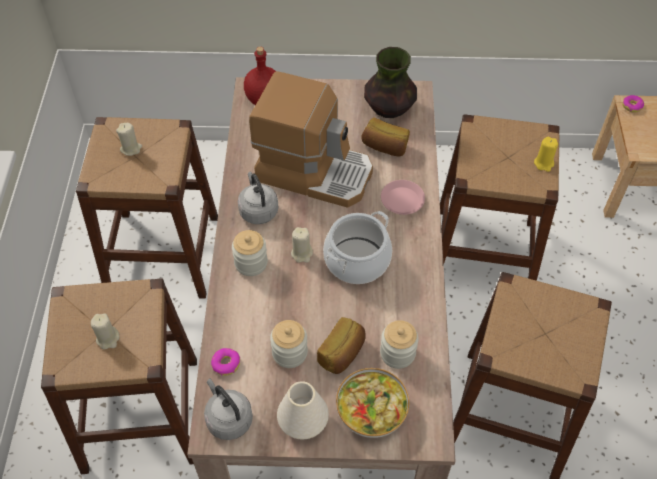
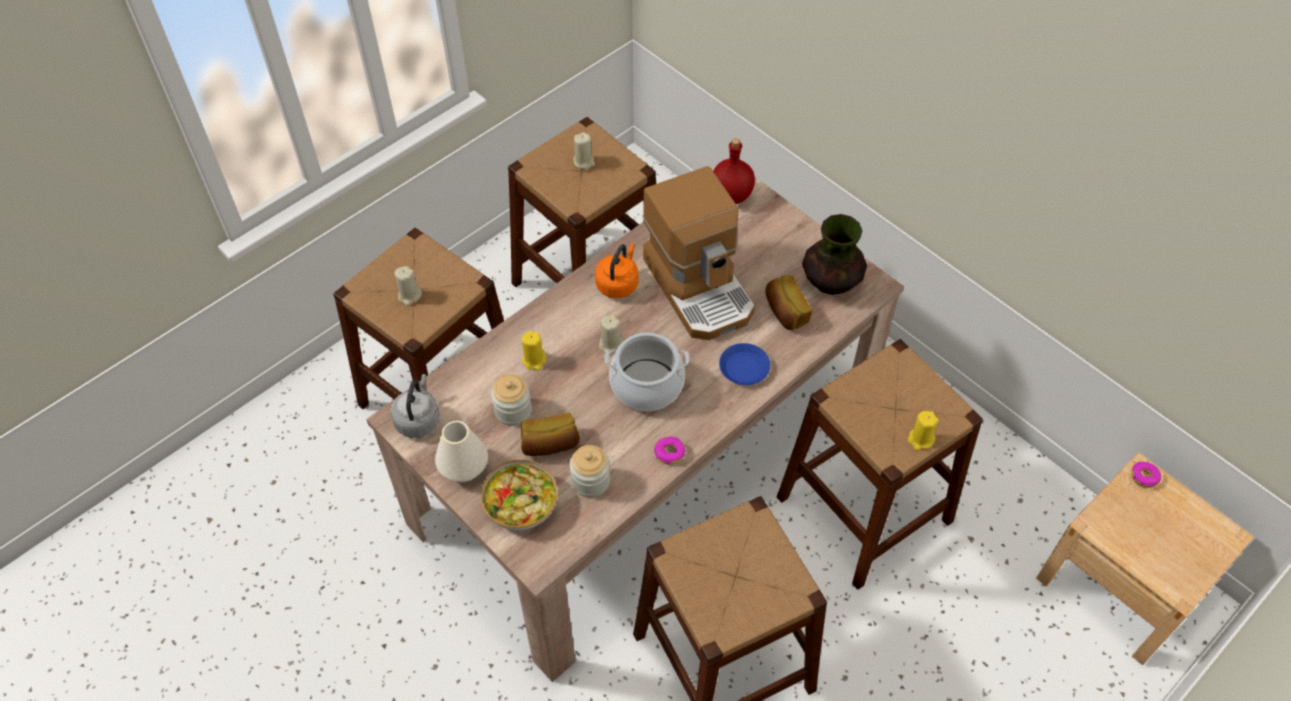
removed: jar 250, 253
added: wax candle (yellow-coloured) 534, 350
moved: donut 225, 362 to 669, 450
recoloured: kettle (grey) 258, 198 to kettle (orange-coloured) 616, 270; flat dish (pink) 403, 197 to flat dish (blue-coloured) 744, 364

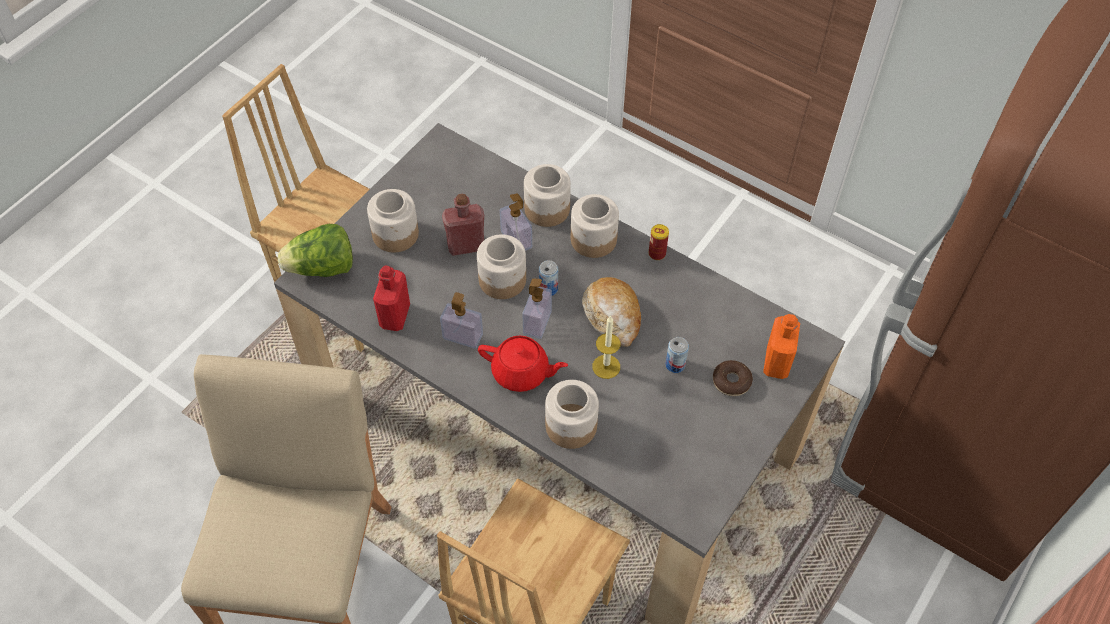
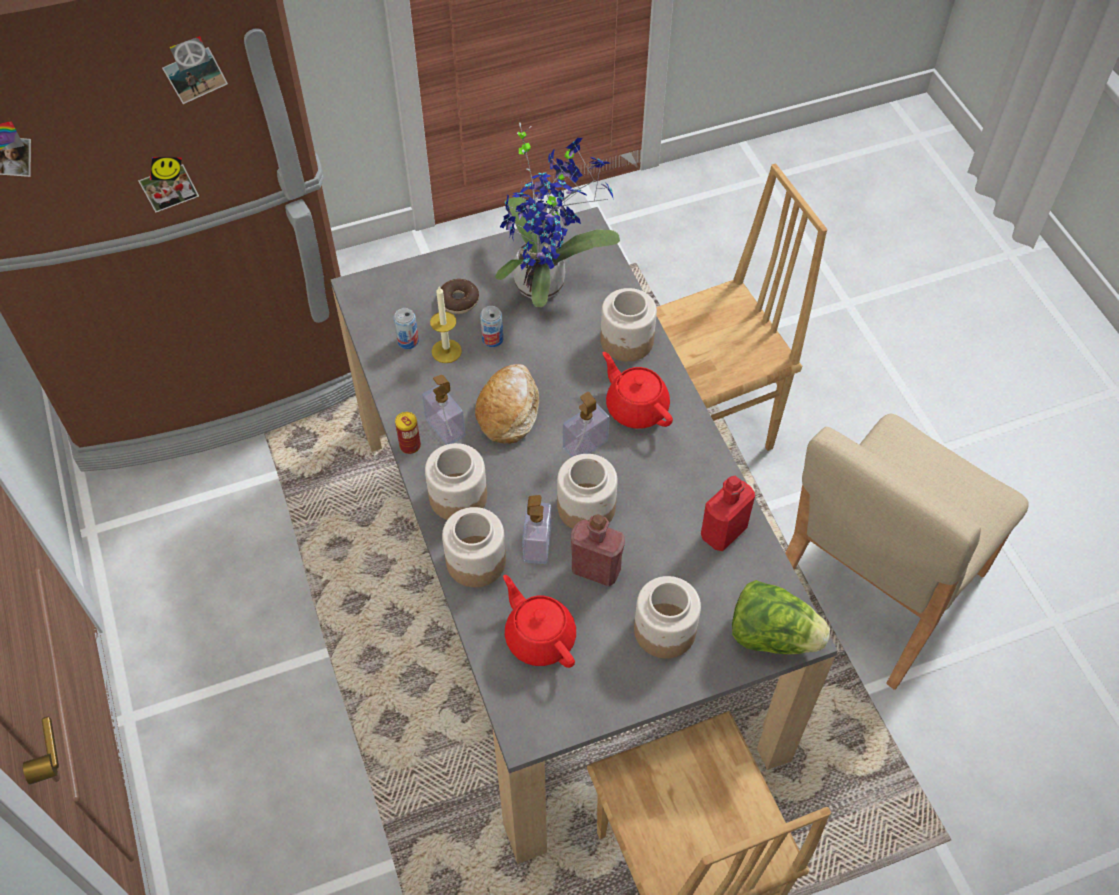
removed: beverage bottle (orange-coloured) 781, 346
added: plant in a pot 557, 214; teapot (reddish) 539, 621
moved: sealed can 548, 278 to 406, 328; soap bottle 461, 320 to 444, 410; wax candle 606, 347 to 446, 325

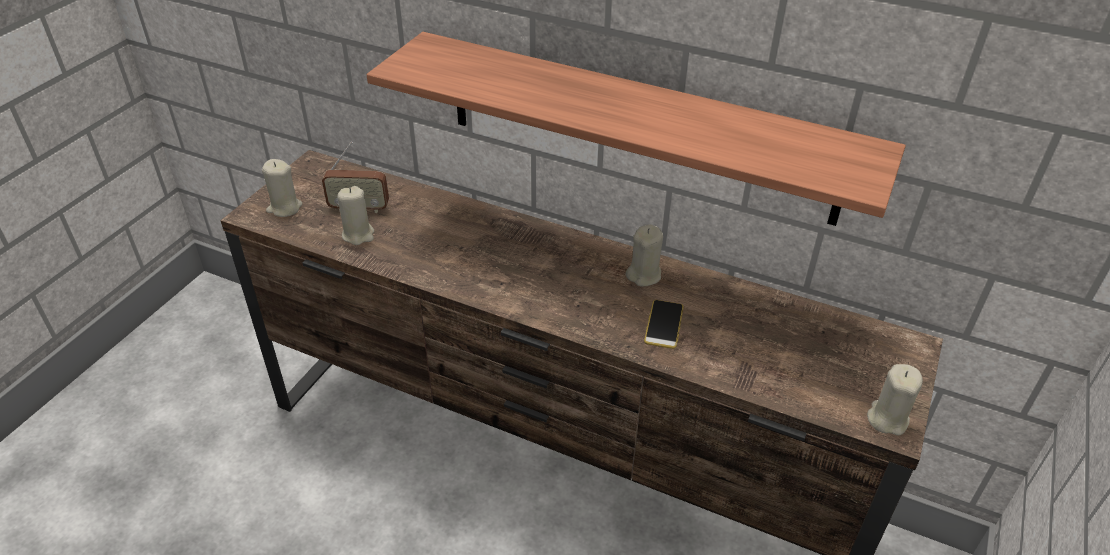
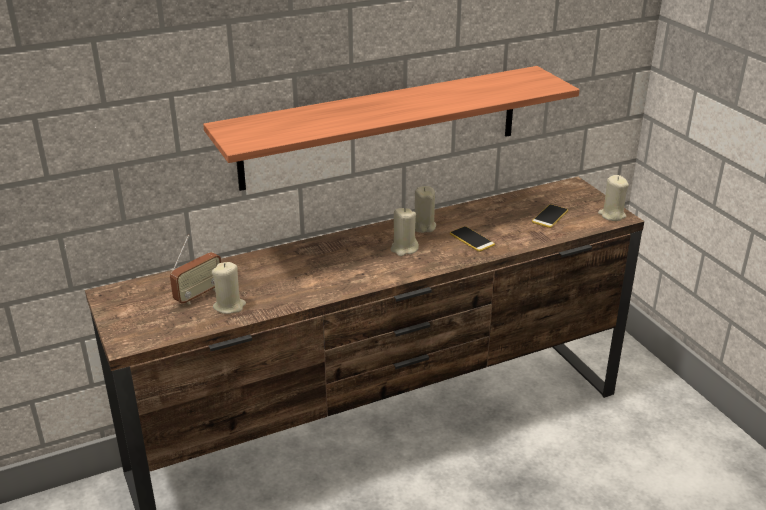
added: handset 550, 216
moved: wax candle (beige) 282, 188 to 405, 232

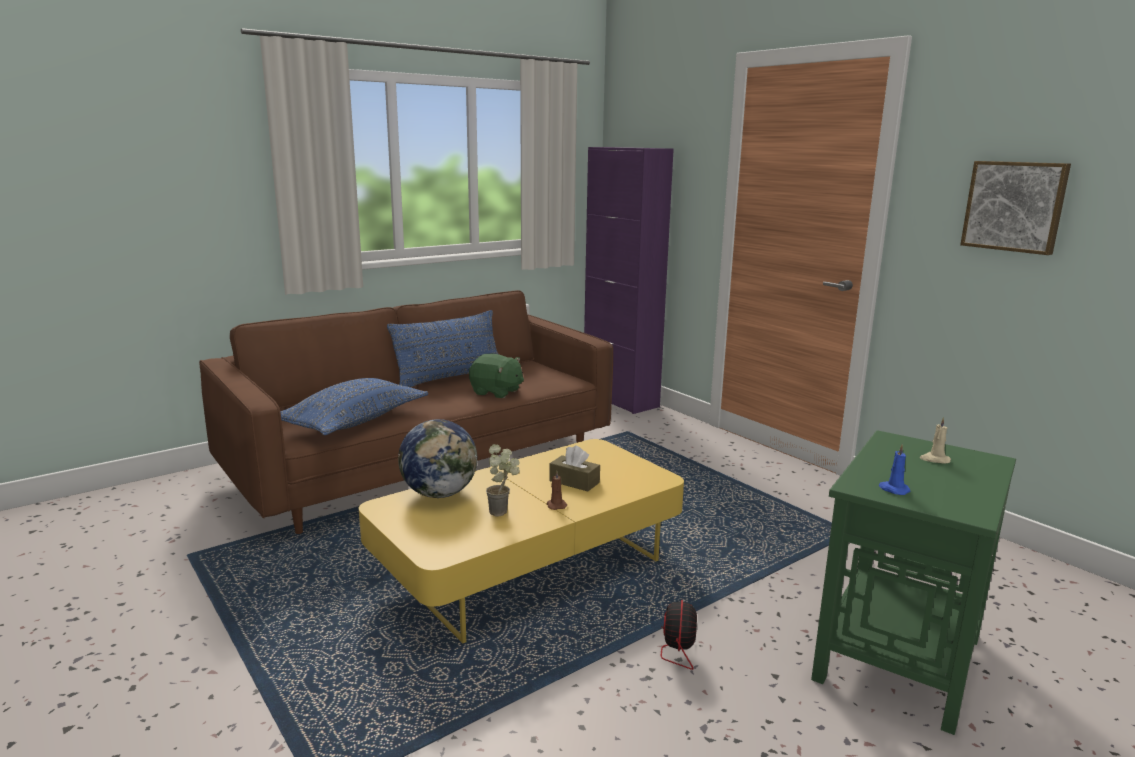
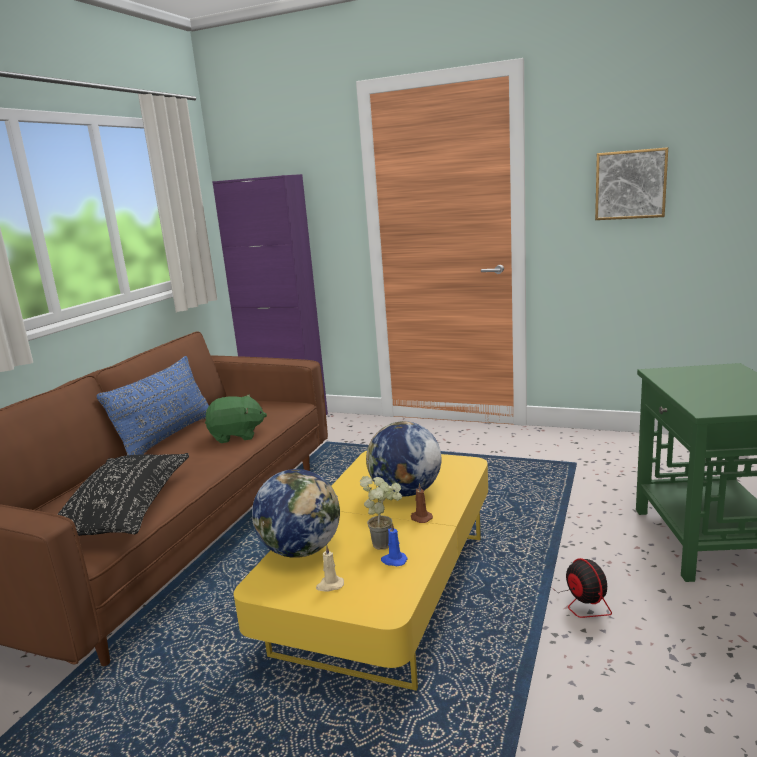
moved: wax candle (beige) 935, 440 to 330, 568; wax candle (blue-coloured) 895, 469 to 394, 544
replaced: tissue box (brown) 574, 468 to world globe 403, 459
recoloured: cushion (blue-coloured) 354, 406 to cushion (blackish) 123, 494

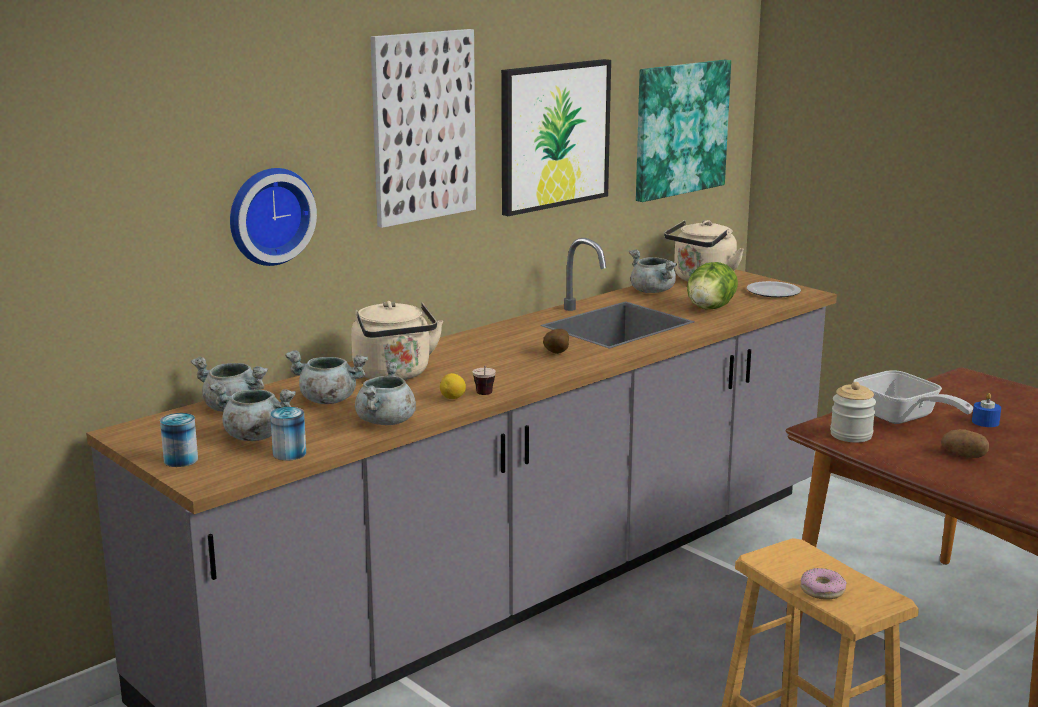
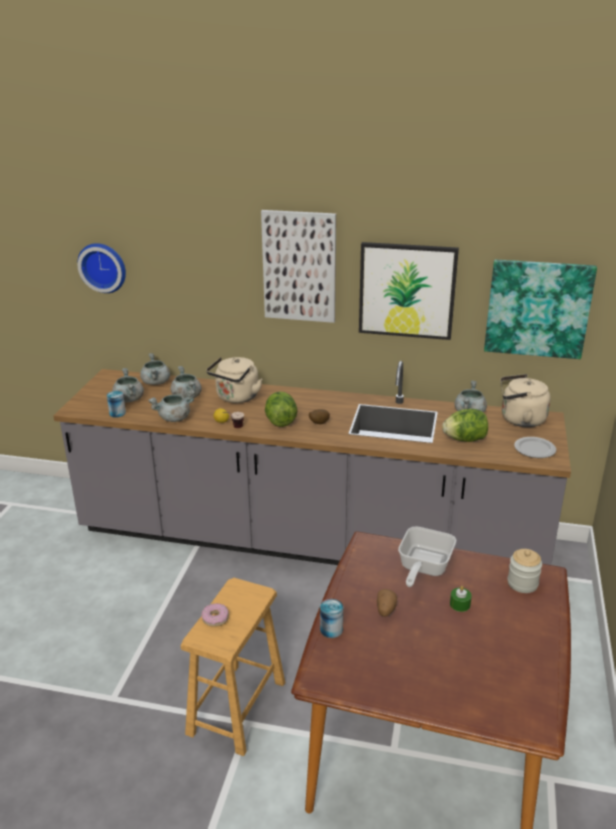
added: head of lettuce 281, 409
moved: hanging clock 273, 217 to 101, 268; sealed can 179, 440 to 331, 618; jar 853, 412 to 524, 571
recoloured: wax candle (blue-coloured) 986, 410 to wax candle (greenish) 461, 599

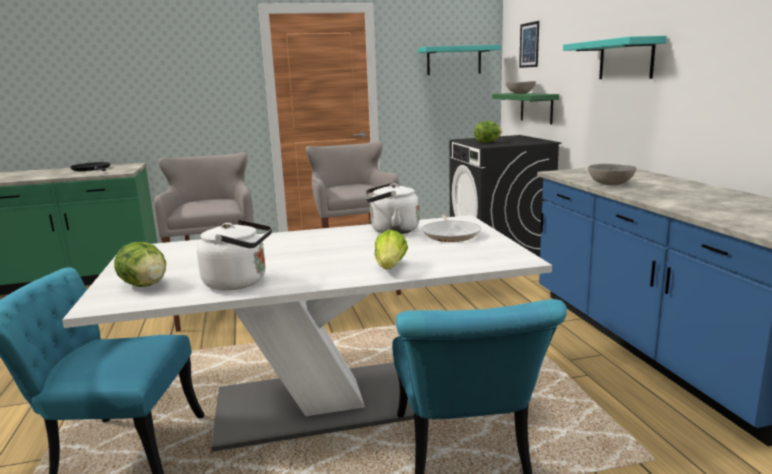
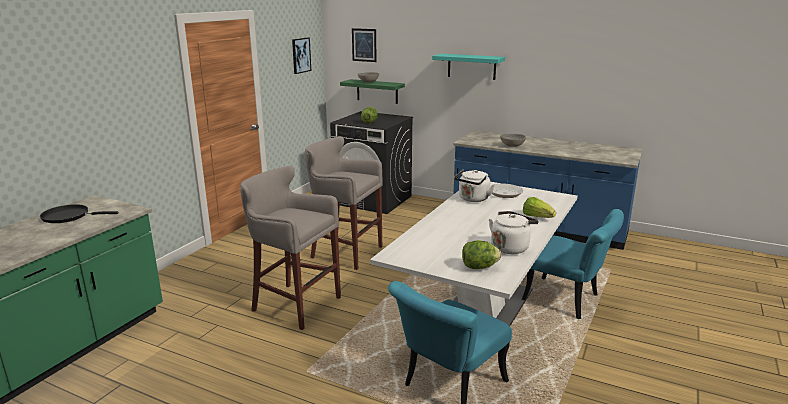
replaced: bracket shelf (blue-green) 459, 60 to wall picture 301, 55

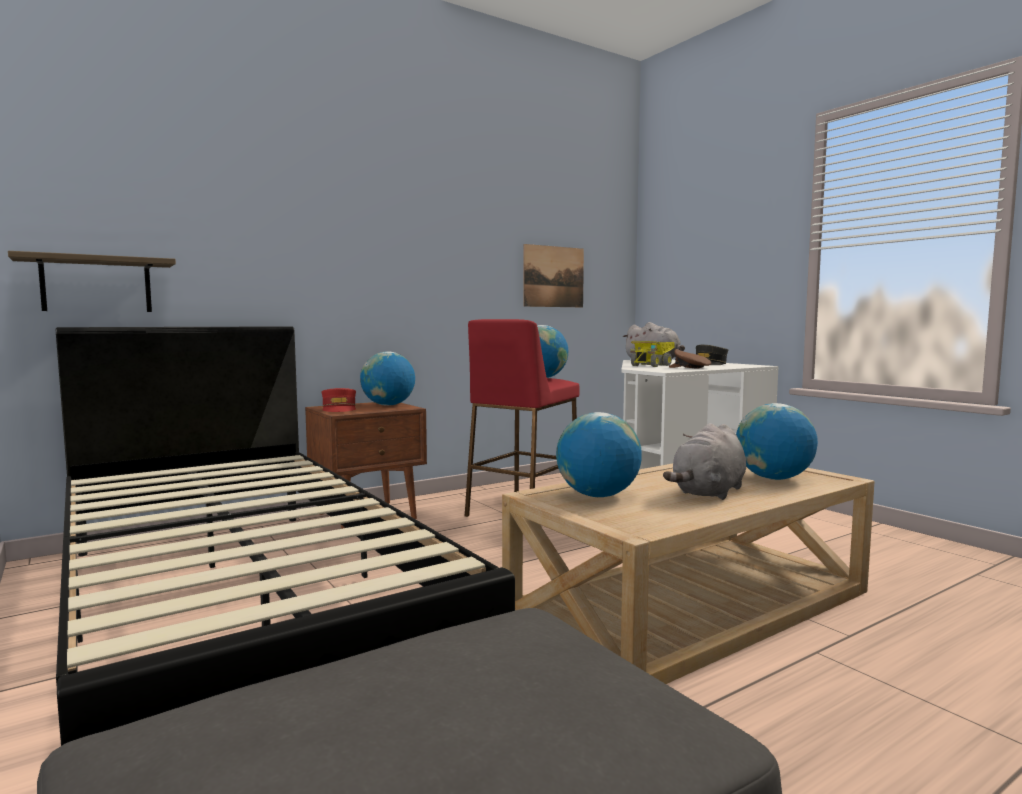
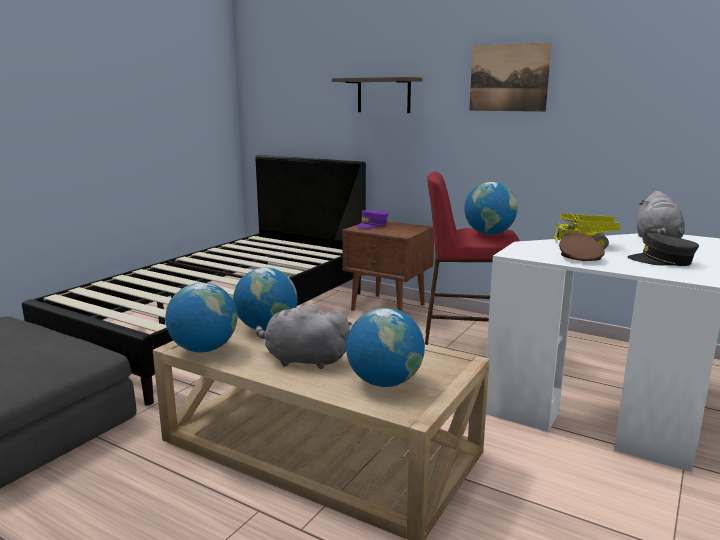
moved: world globe 387, 379 to 201, 318; bracket shelf 92, 281 to 377, 95; wall picture 553, 275 to 510, 77
recoloured: peaked cap (reddish) 339, 400 to peaked cap (purple) 371, 219

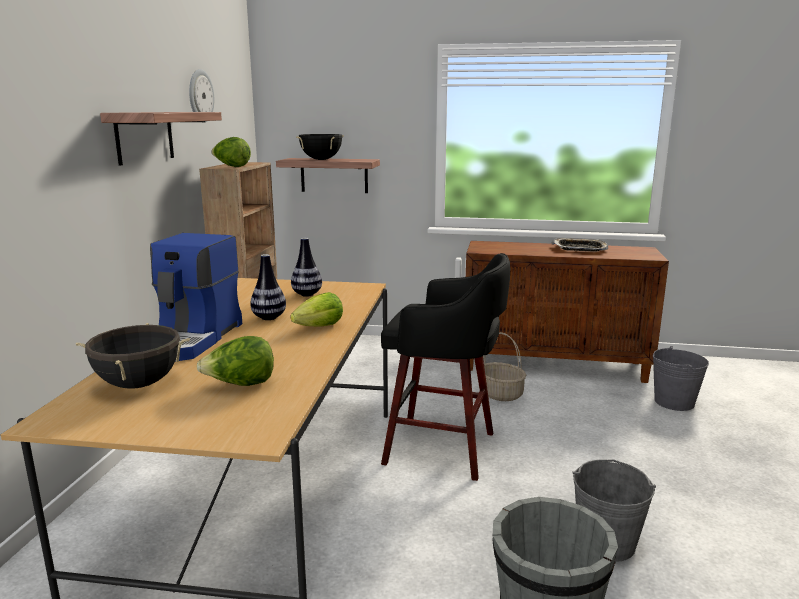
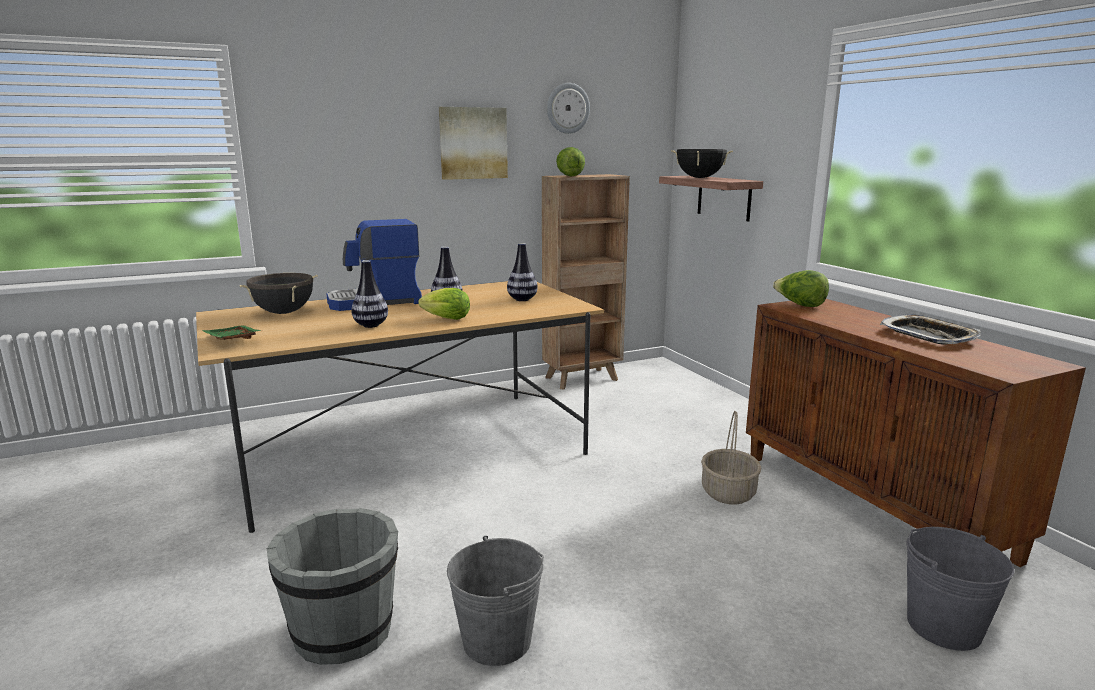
removed: sitting stool (blackish) 445, 367
added: carrying tray (greenish) 232, 332; vase 369, 294
moved: head of lettuce 235, 361 to 801, 288
replaced: bracket shelf 161, 138 to wall picture 473, 143

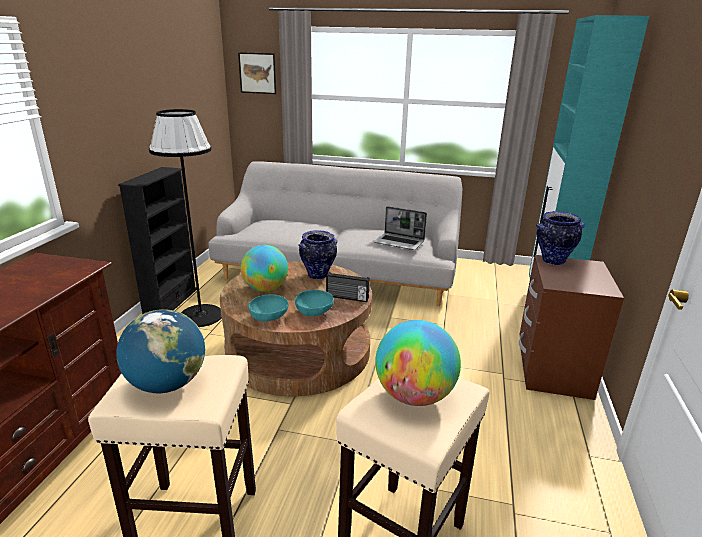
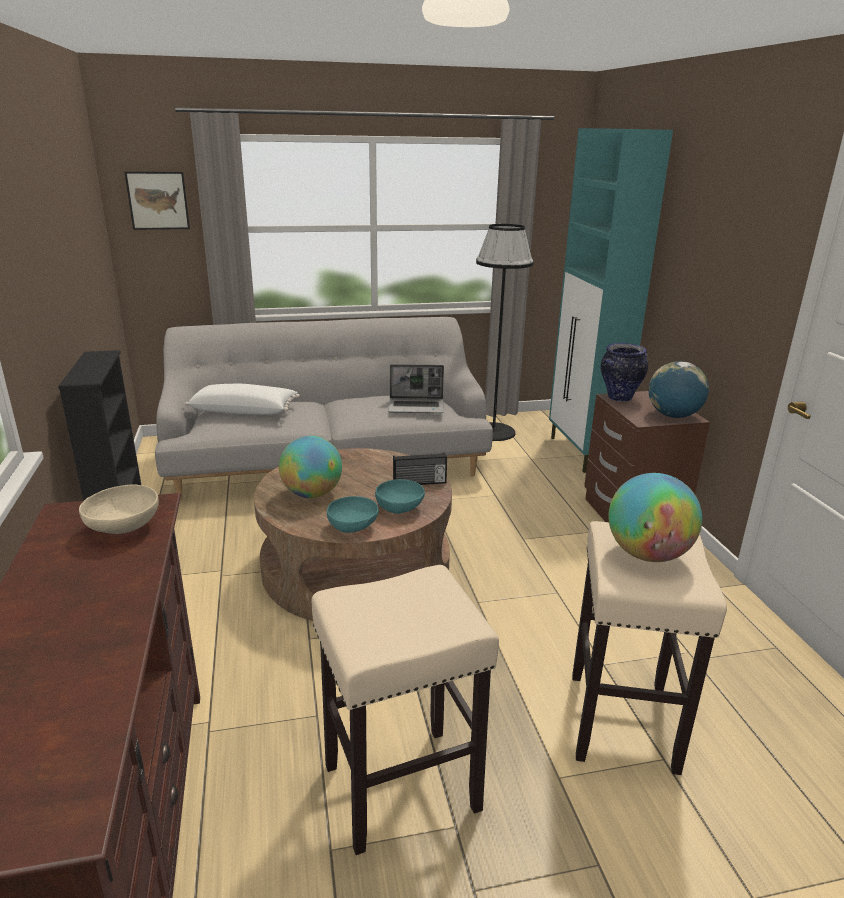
removed: vase 317, 254
added: serving bowl (beige) 119, 509; cushion (whitish) 242, 399
moved: standard lamp (blackish) 185, 218 to 505, 332; world globe 160, 351 to 679, 389

